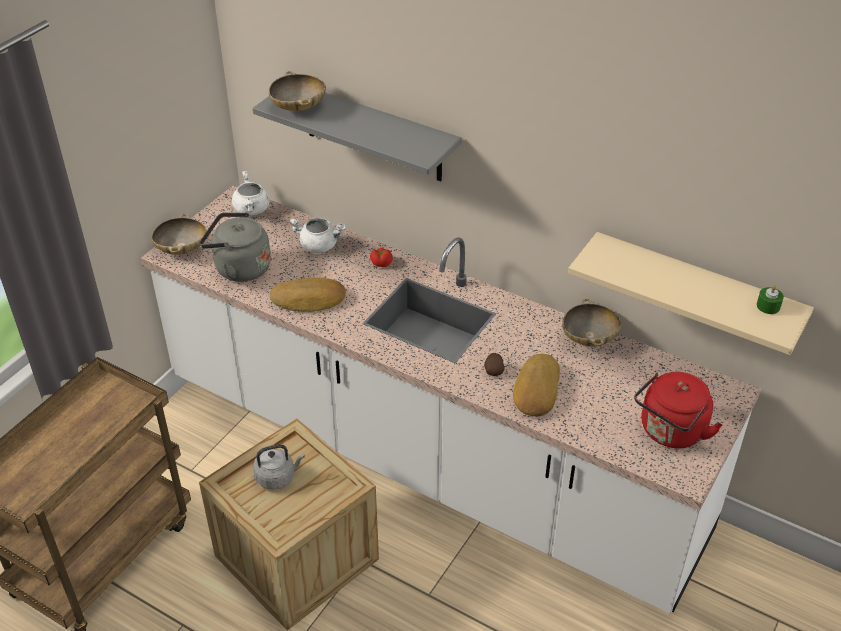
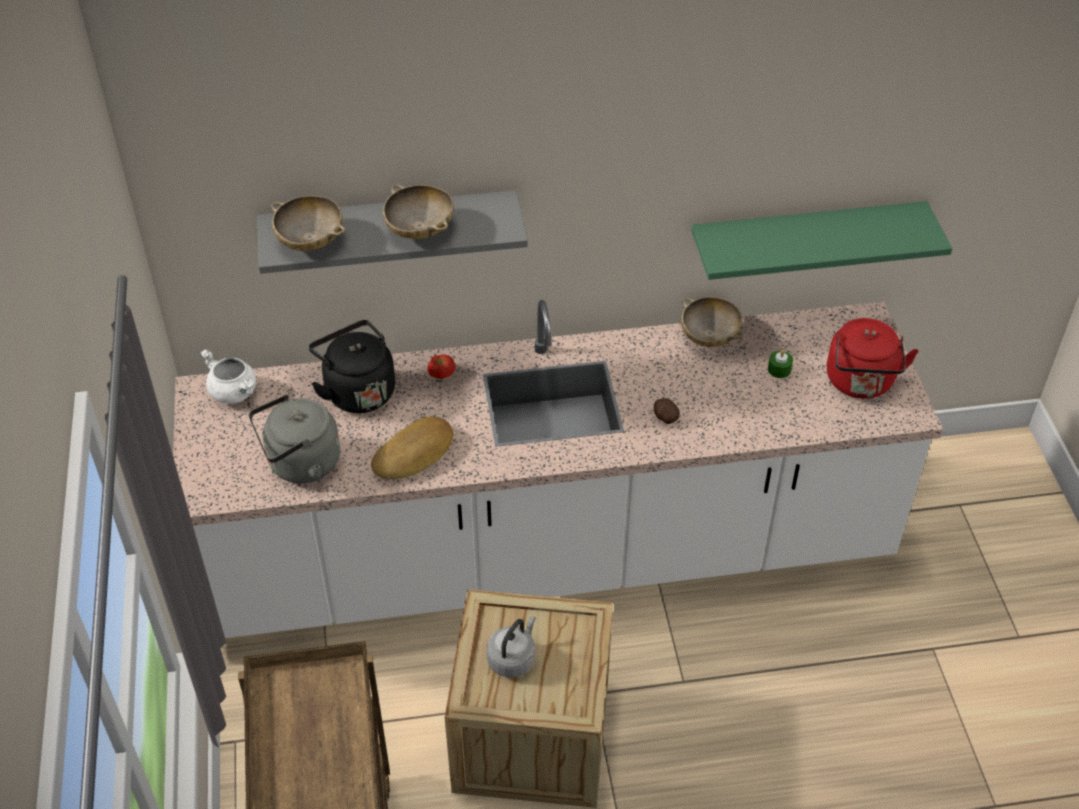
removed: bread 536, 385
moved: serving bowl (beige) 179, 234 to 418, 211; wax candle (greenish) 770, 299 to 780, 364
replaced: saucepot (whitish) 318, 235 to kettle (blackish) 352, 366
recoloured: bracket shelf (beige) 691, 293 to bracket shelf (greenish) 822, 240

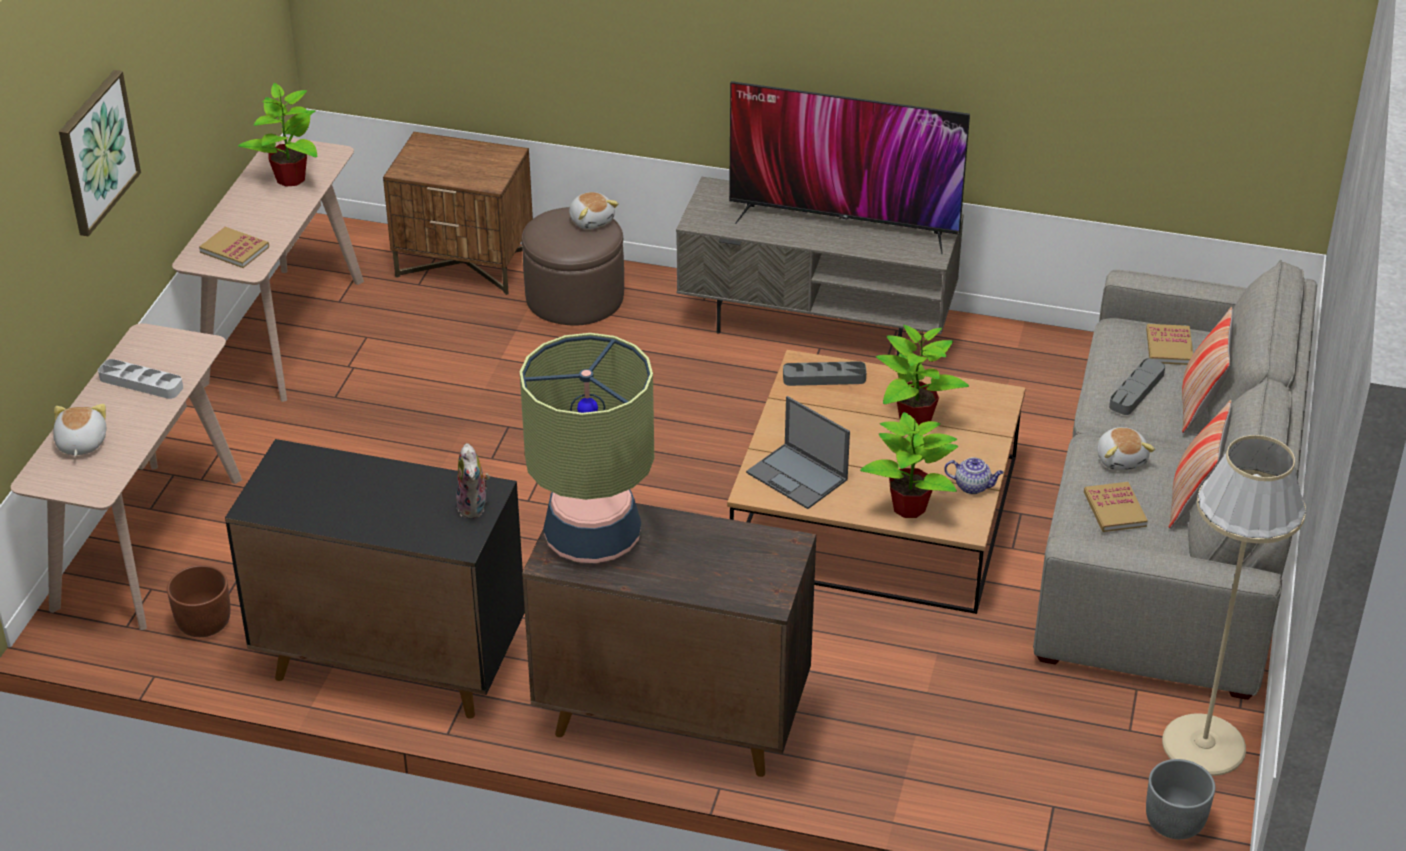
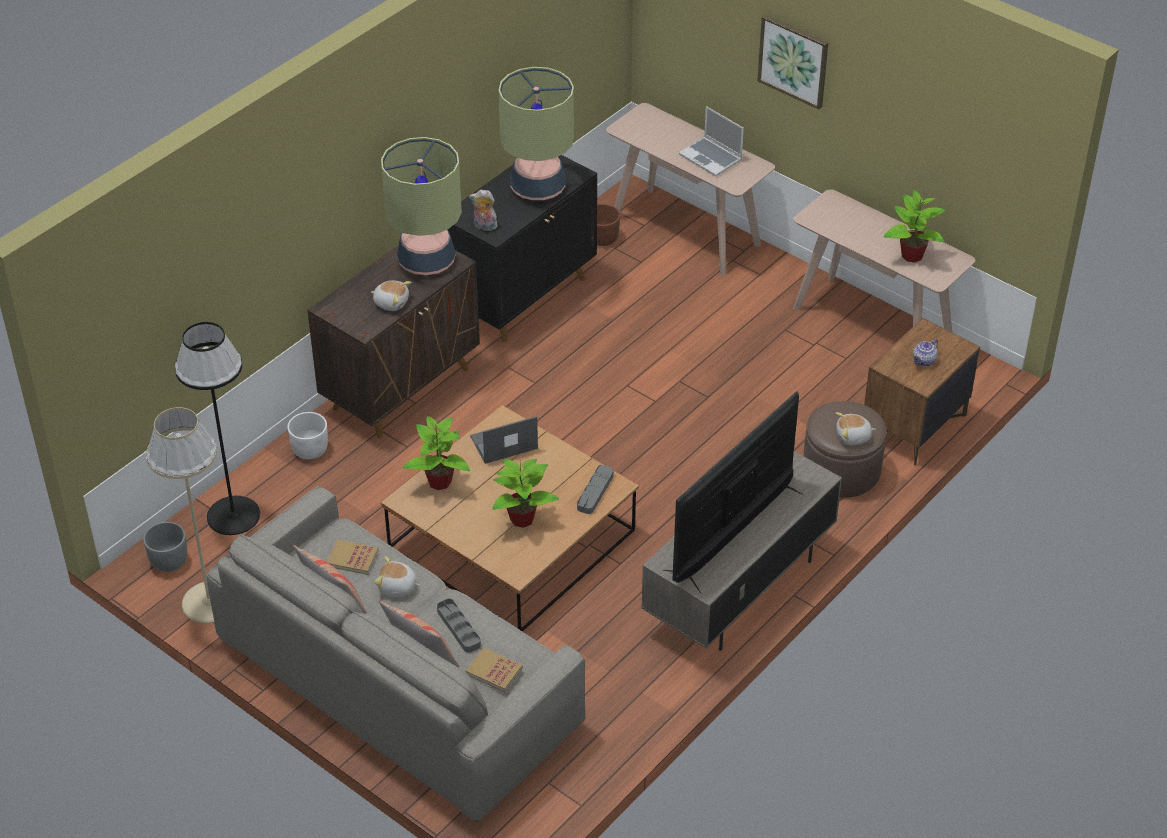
removed: bound book 234, 247
added: standard lamp (blackish) 217, 428; planter (whitish) 307, 435; table lamp 536, 133
moved: soft toy 79, 430 to 391, 296; teapot 974, 475 to 925, 352
replaced: carrying tray (grey) 140, 379 to laptop 711, 141

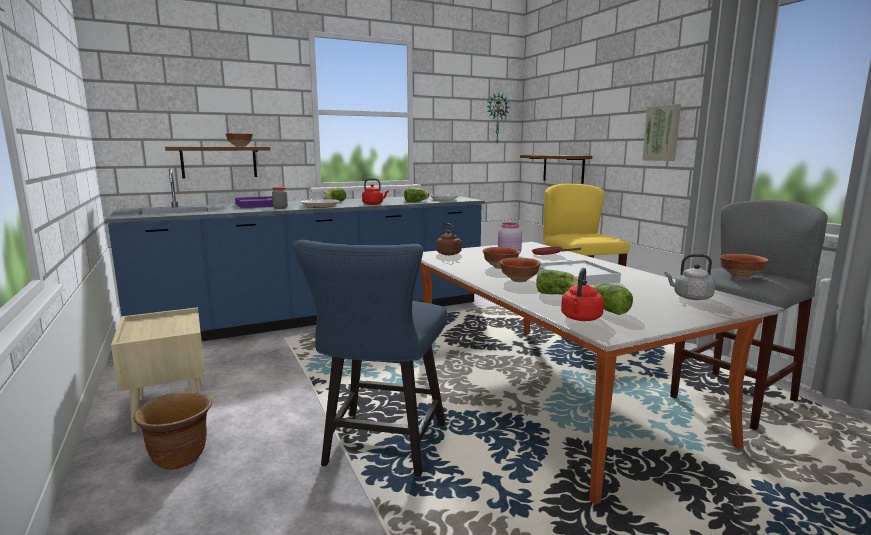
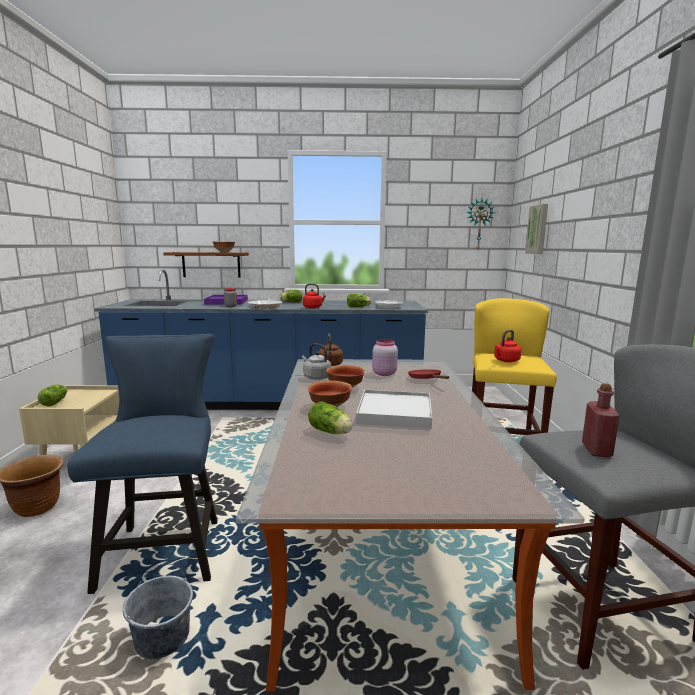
removed: bracket shelf (brown) 556, 169
added: water bucket (grey) 158, 611
moved: head of lettuce 612, 299 to 52, 395; kettle (grey) 689, 277 to 316, 361; kettle (reddish) 582, 294 to 507, 346; wall picture 661, 132 to 536, 229
replaced: serving bowl 744, 266 to beverage bottle (reddish) 601, 420
turned: plain chair (blue-coloured) 369, 358 = 142, 464 135 degrees clockwise

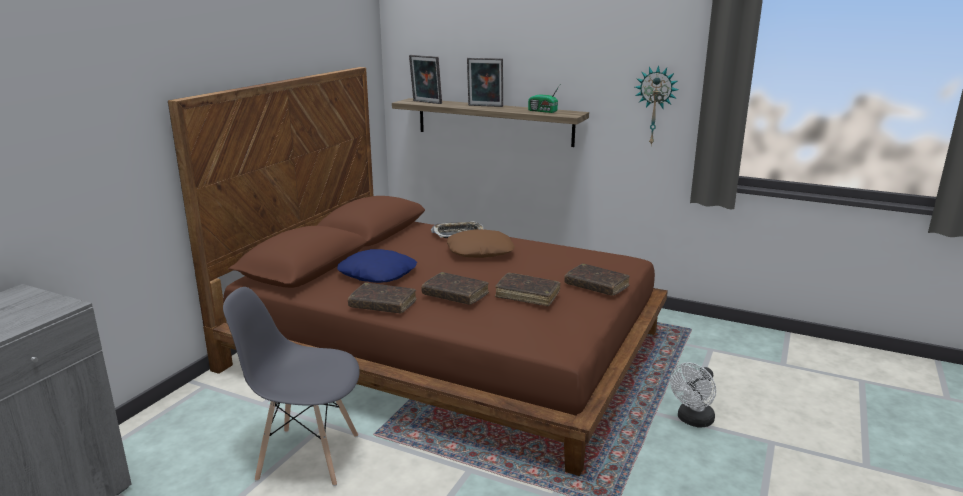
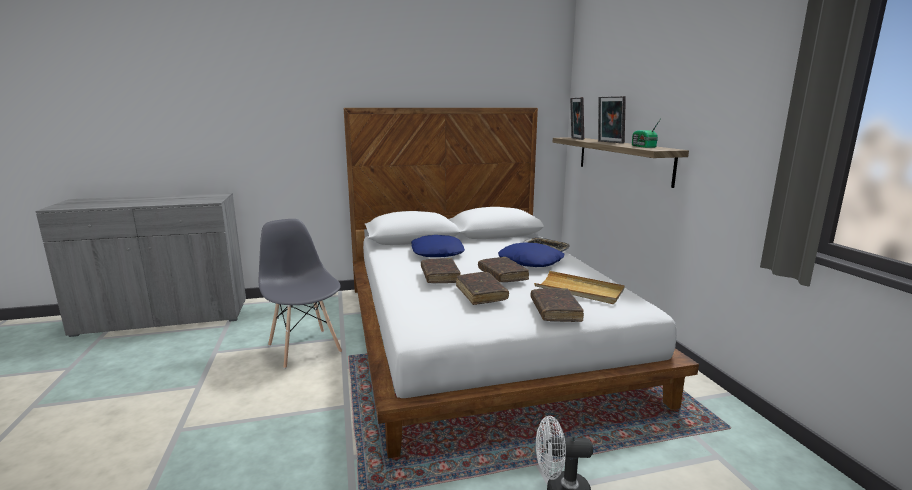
removed: hanging clock 657, 105
added: carrying tray (beige) 579, 287
moved: bound book (brown) 382, 297 to 503, 269
recoloured: bedroom bed (brown) 418, 271 to bedroom bed (whitish) 521, 283; cushion (brown) 481, 243 to cushion (blue-coloured) 531, 254

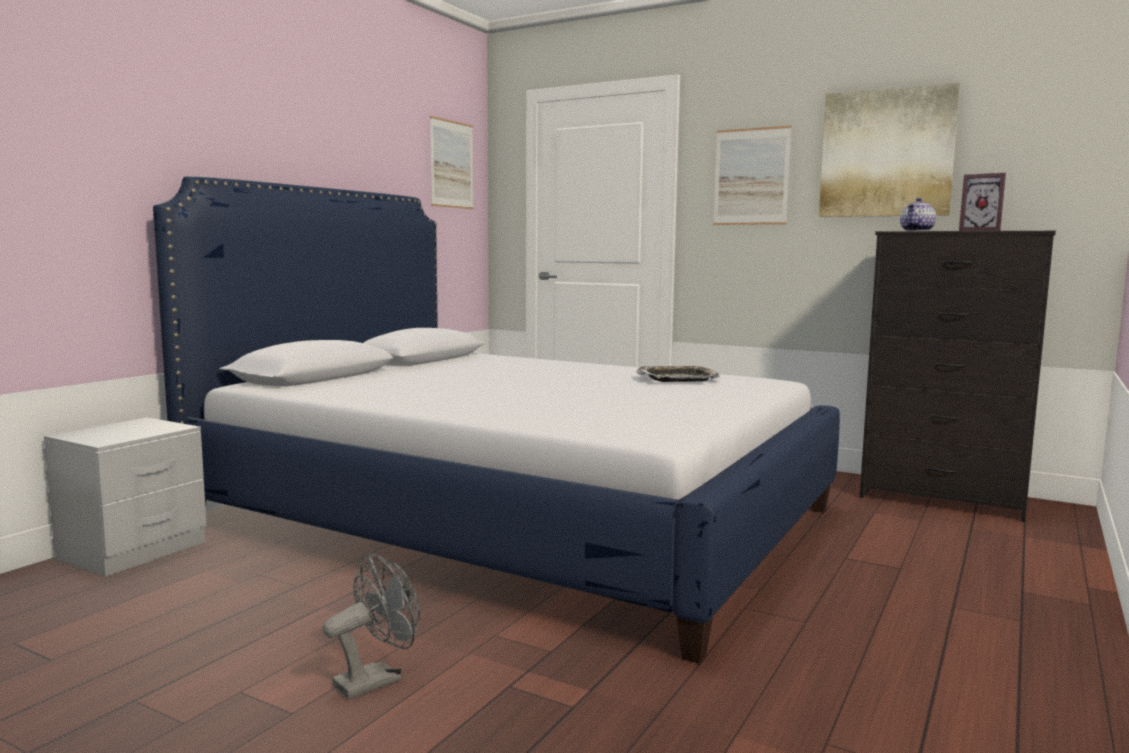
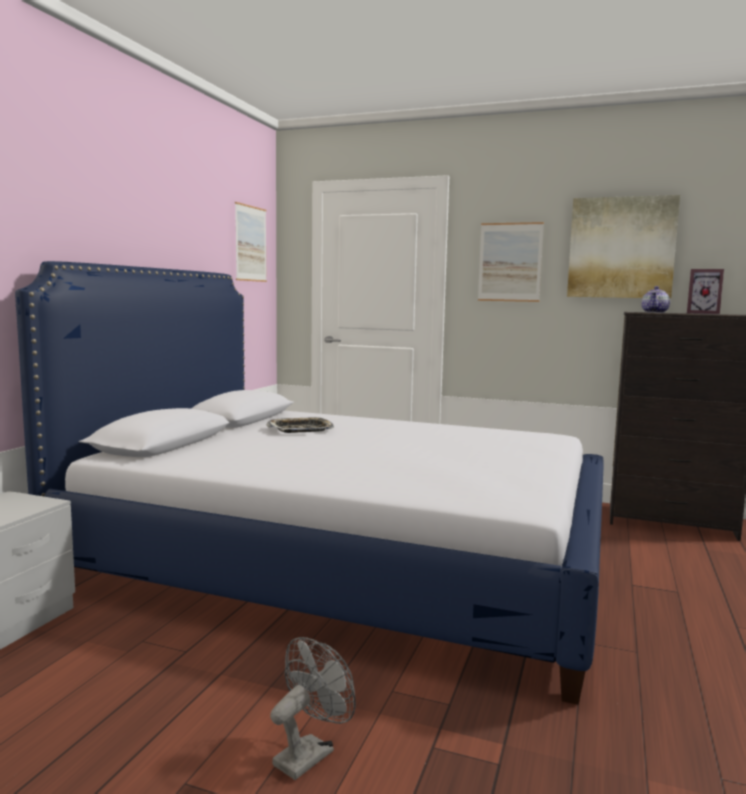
moved: carrying tray 678, 374 to 300, 425

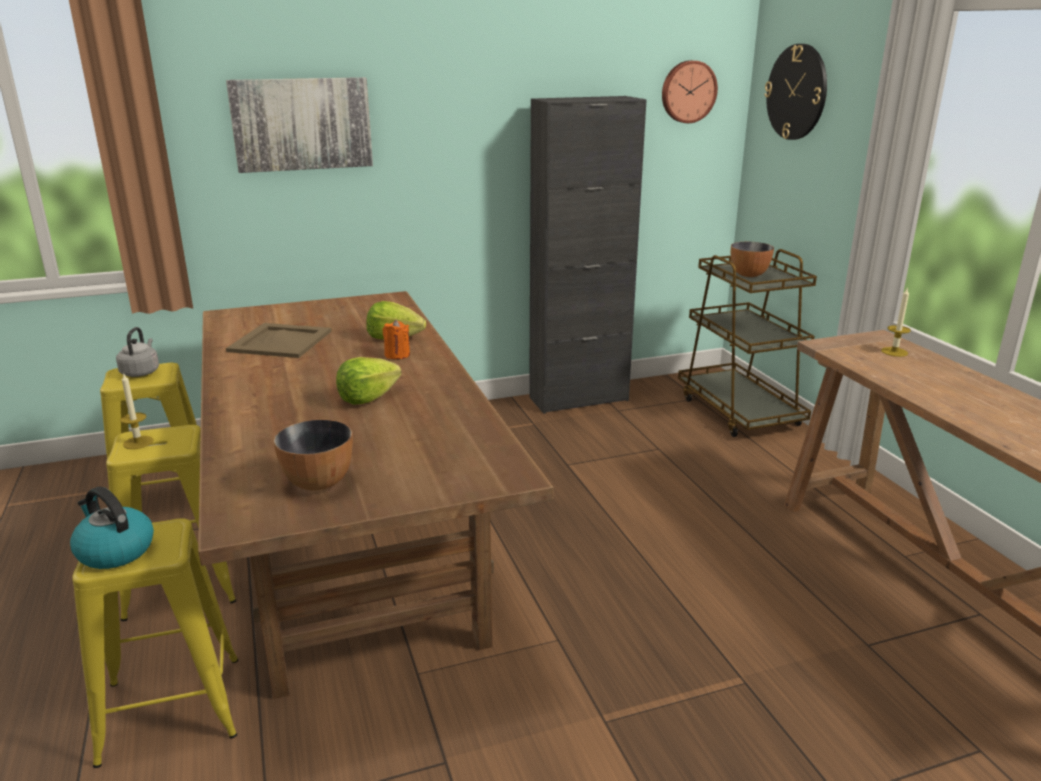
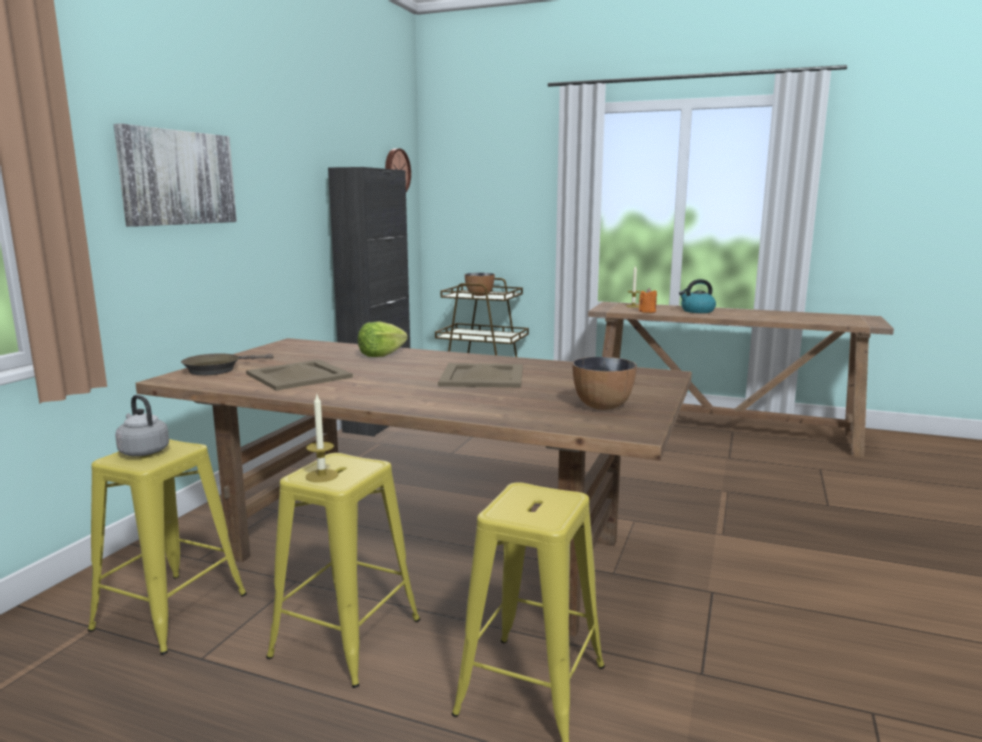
removed: hanging clock 795, 92
added: pan (brown) 227, 364
moved: wax candle (orange-coloured) 396, 339 to 648, 300; kettle 112, 528 to 697, 296
replaced: head of lettuce 369, 381 to carrying tray (beige) 480, 375

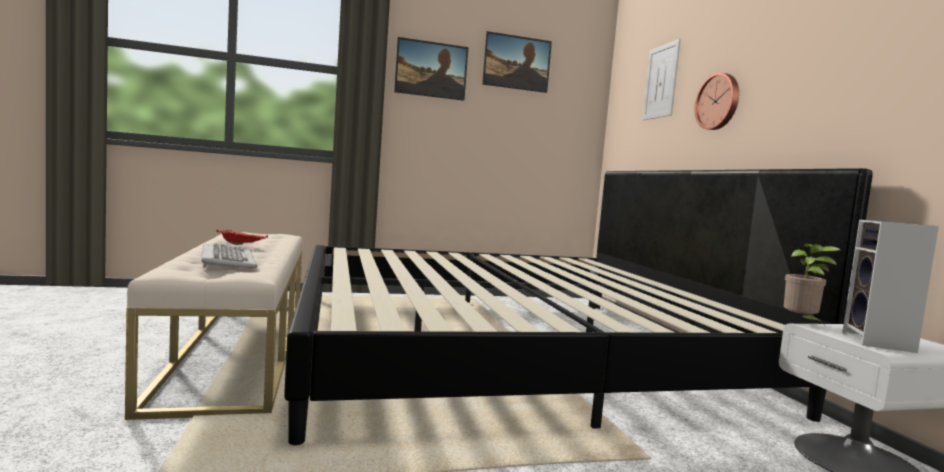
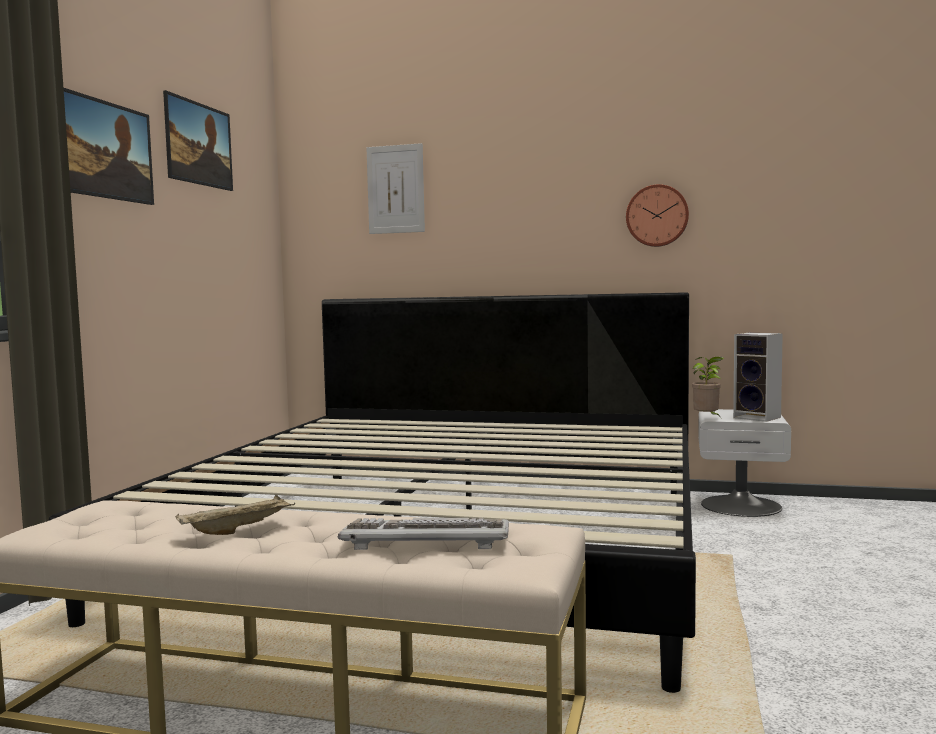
moved: hanging clock 717, 101 to 657, 215
recoloured: carrying tray (reddish) 242, 237 to carrying tray (beige) 235, 515

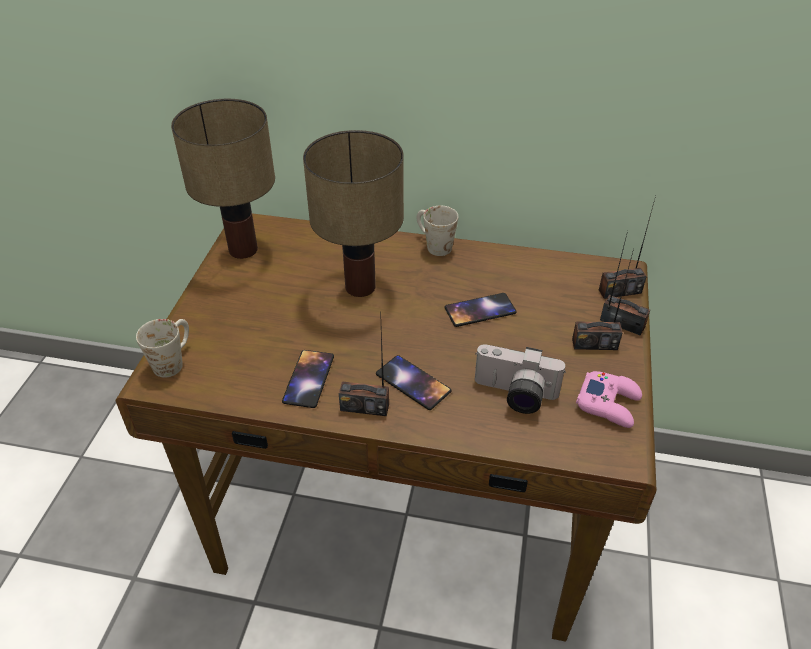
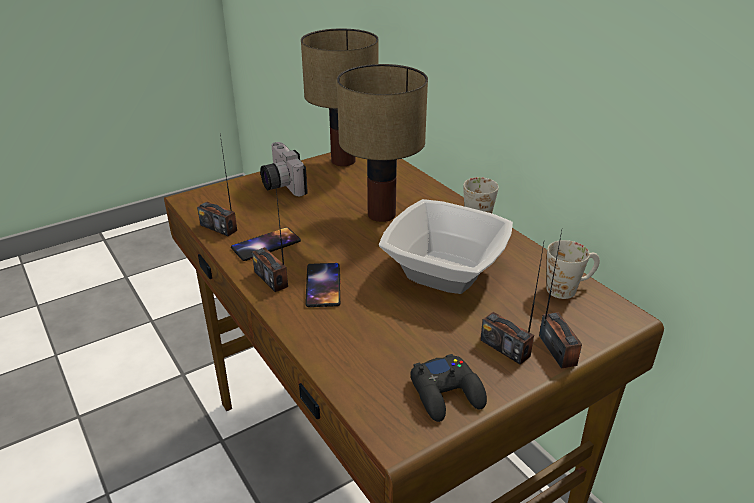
moved: radio set 627, 247 to 217, 185; still camera 520, 379 to 284, 169; coffee mug (whitish) 162, 348 to 573, 269
replaced: handset 480, 310 to serving bowl 446, 246
recoloured: gamepad (pink) 609, 399 to gamepad (blackish) 448, 388

